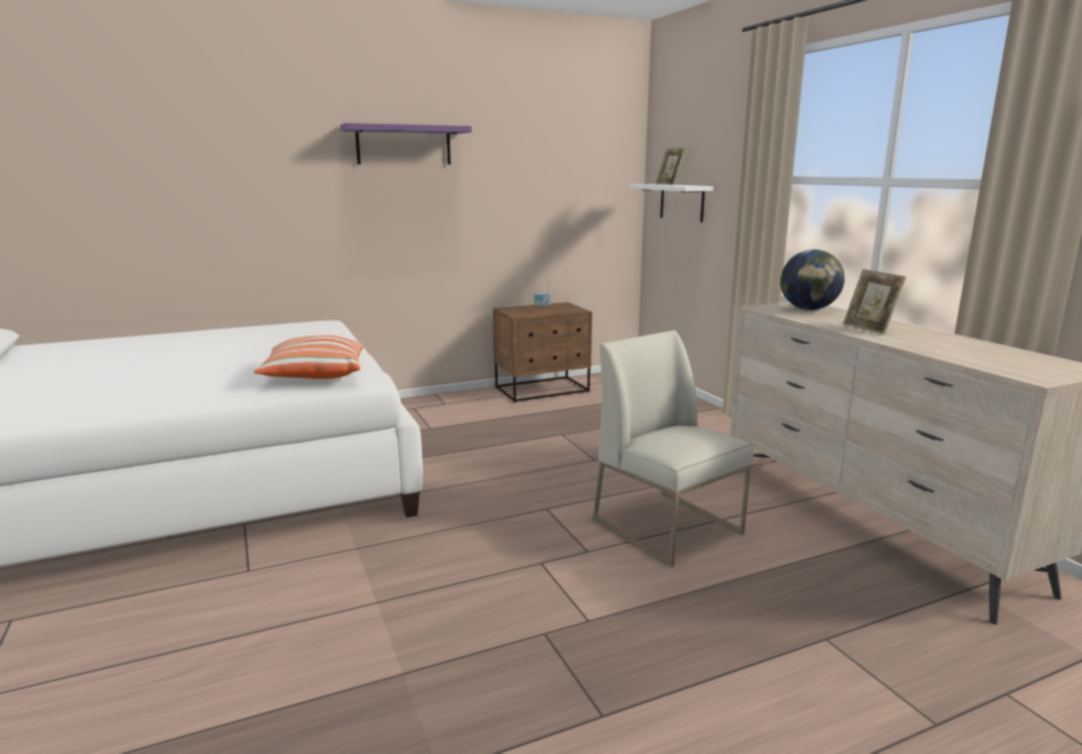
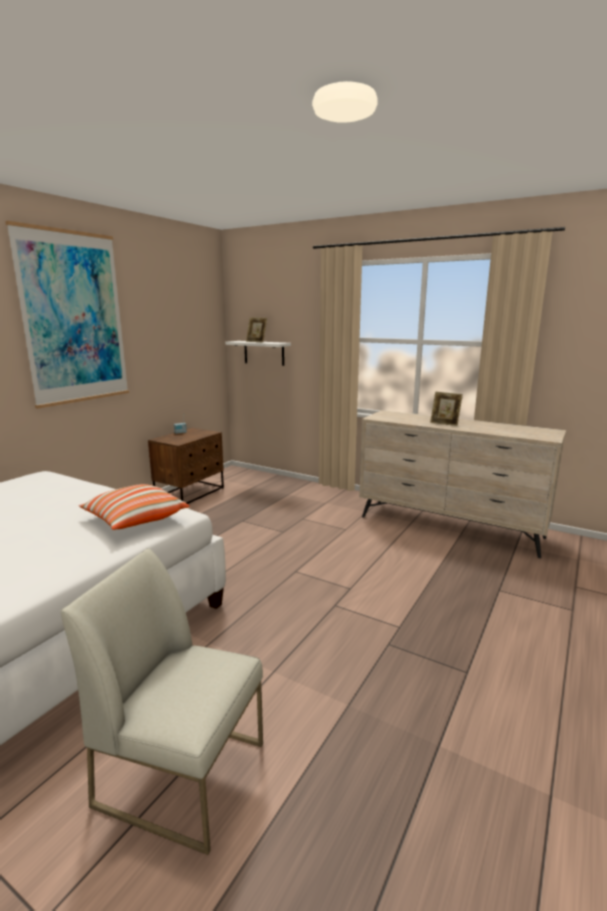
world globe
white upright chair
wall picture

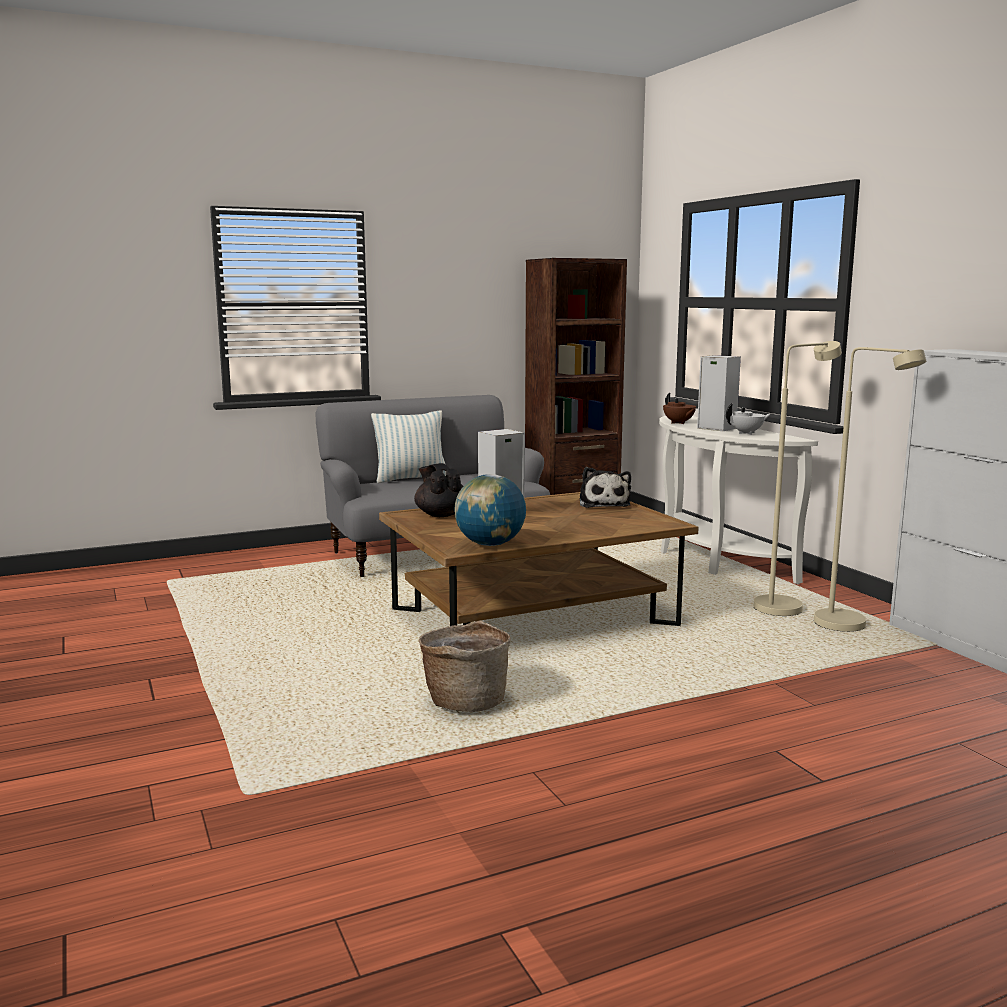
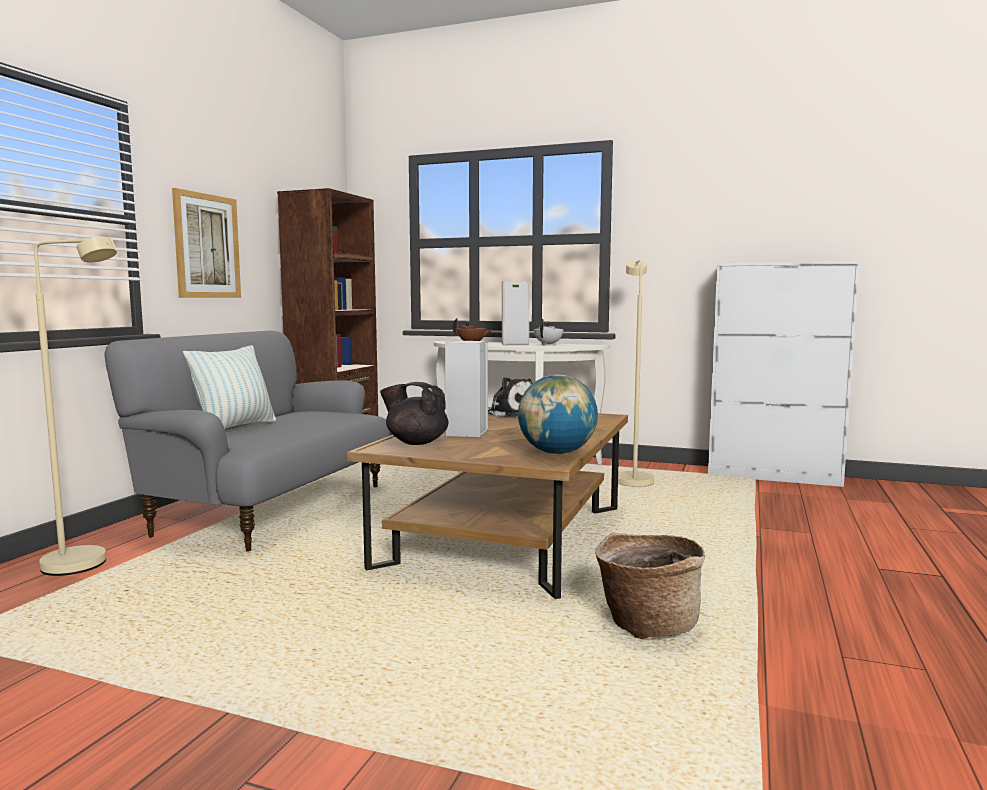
wall picture
beige-coloured standard lamp (1st from left)

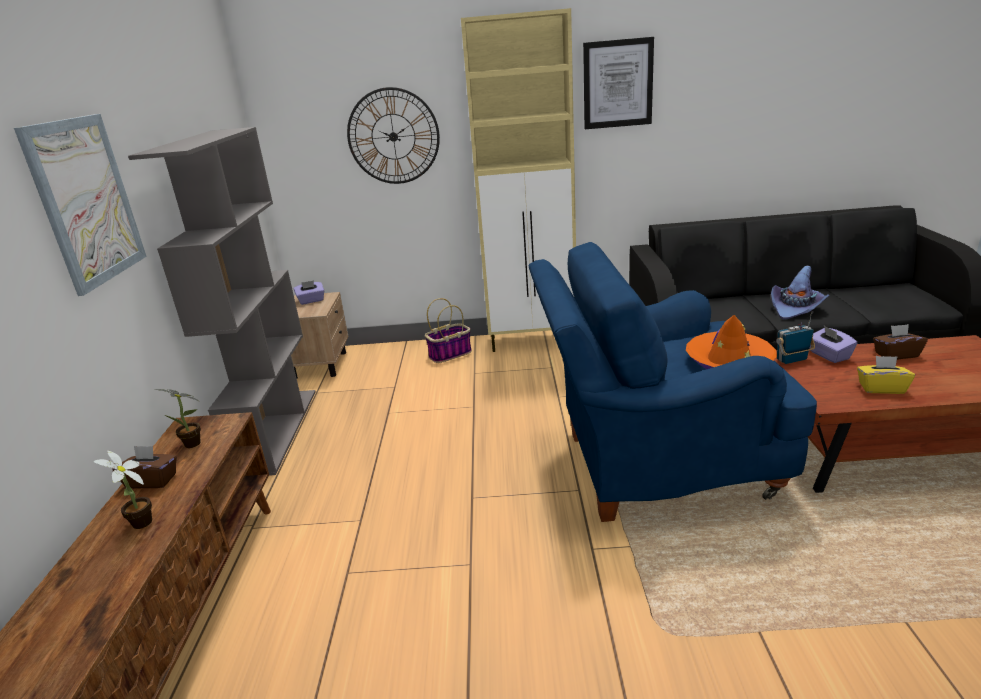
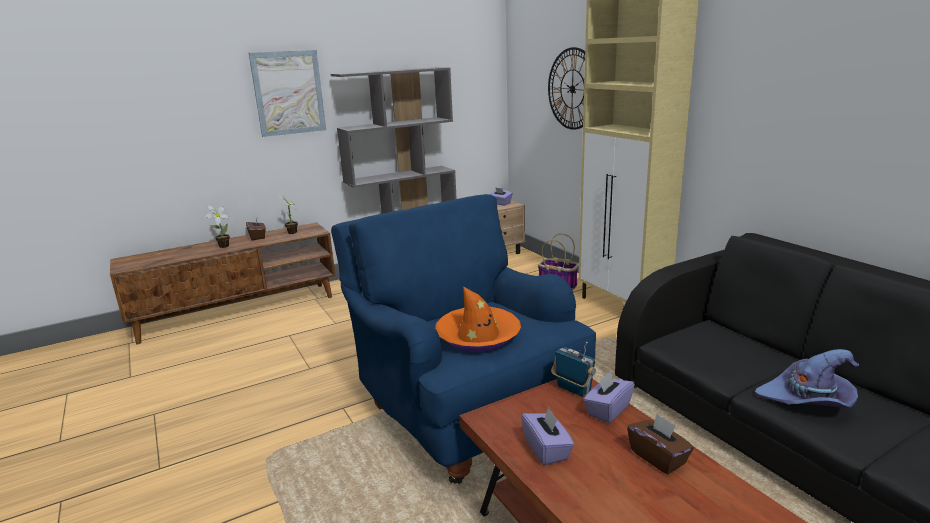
wall picture (2nd from left in the first image)
purplish box of tissues (2nd from left)

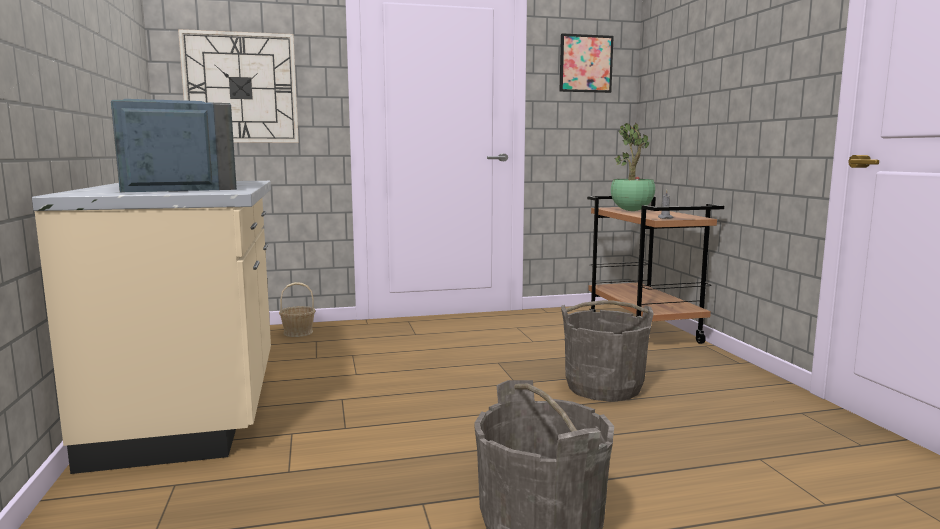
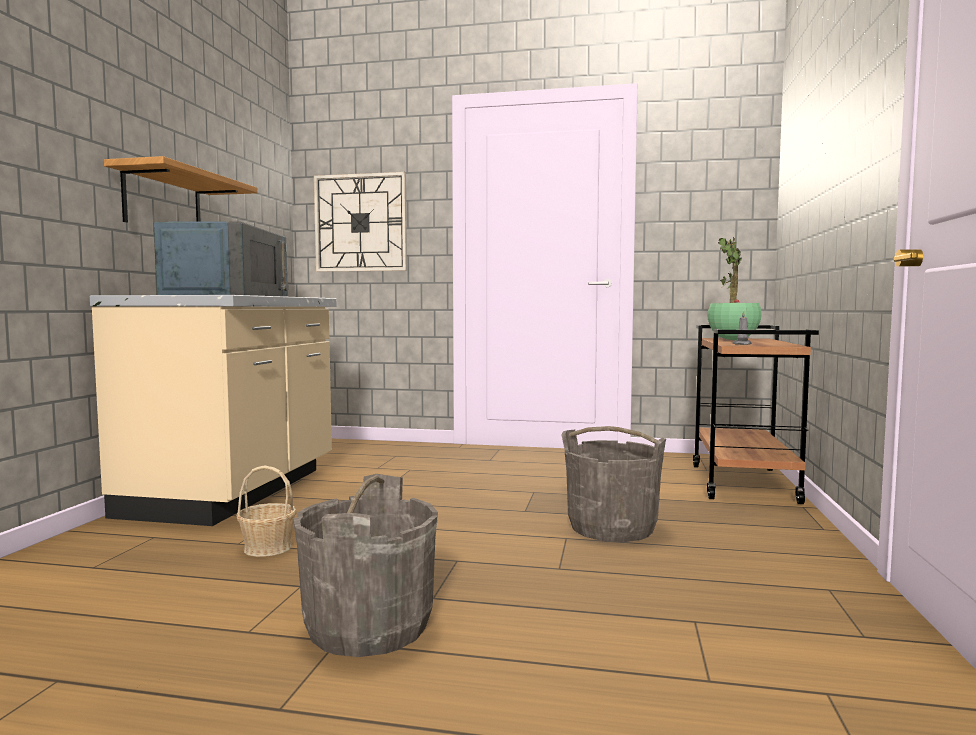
wall picture
wall shelf
basket

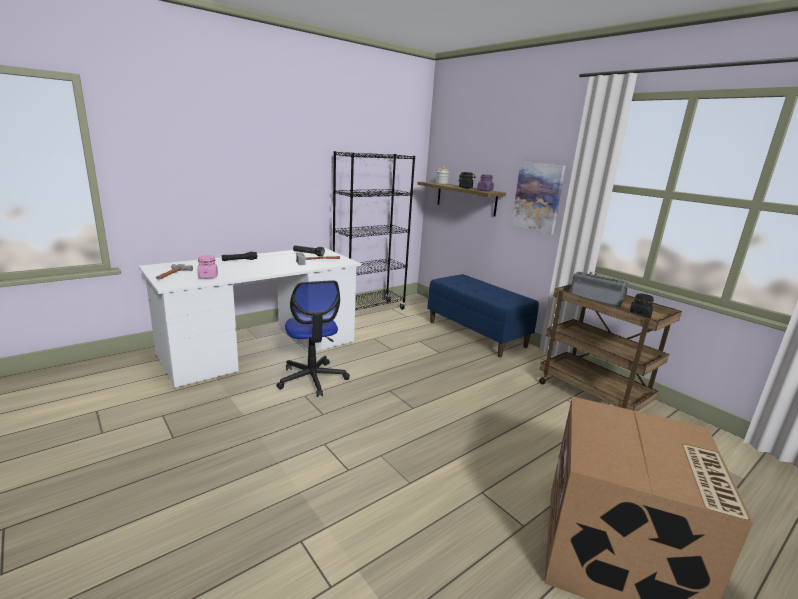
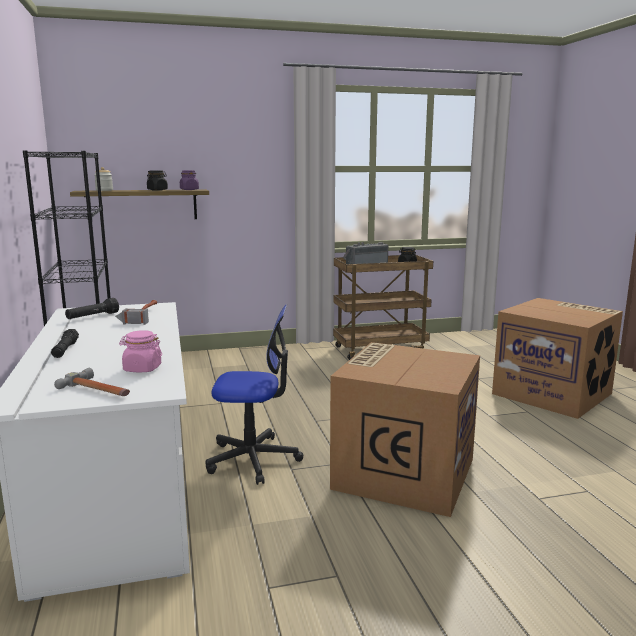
blue long seat
wall picture
packing box (1st from left)

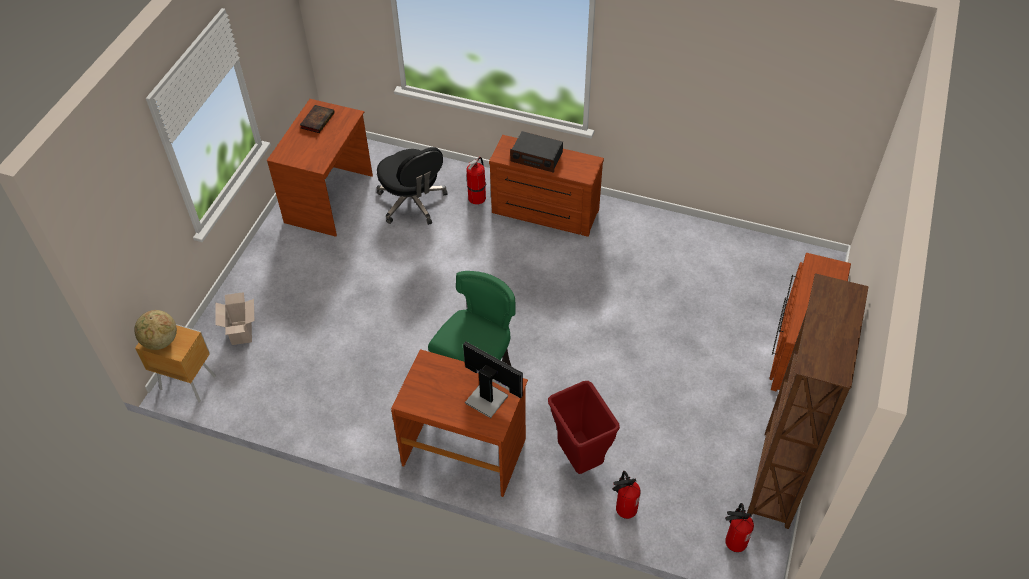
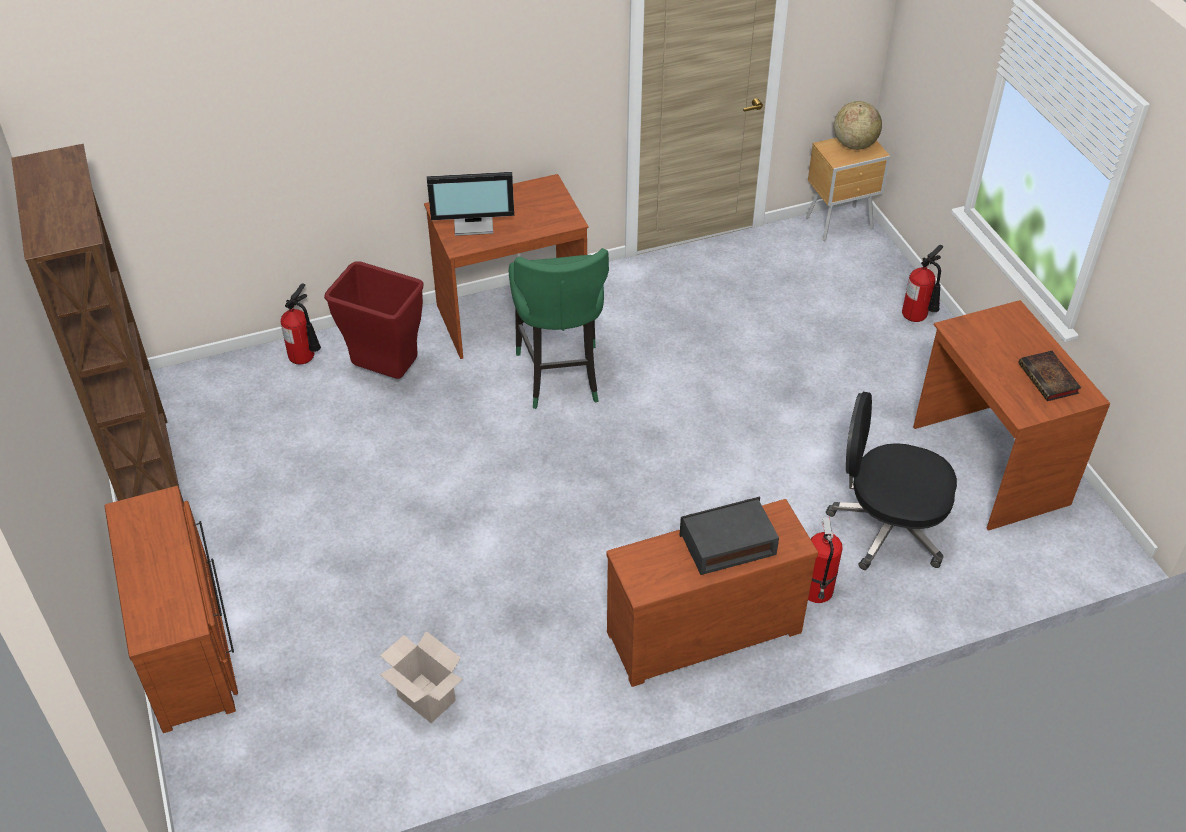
packing box
fire extinguisher (3rd from left)

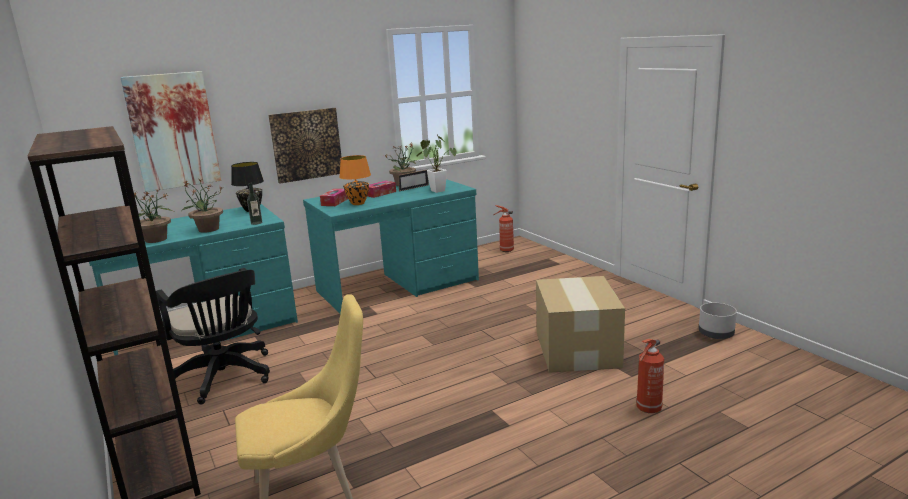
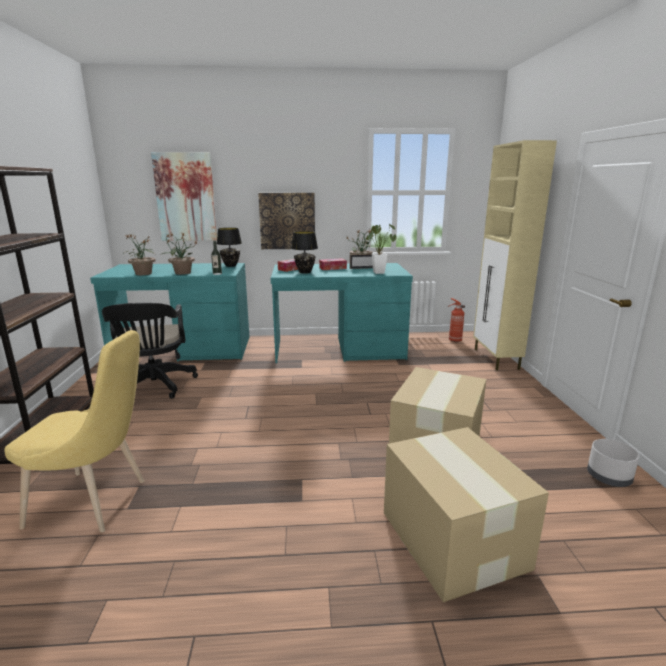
beige-coloured cupboard
packing box (2nd from left)
black lamp for a table (2nd from left)

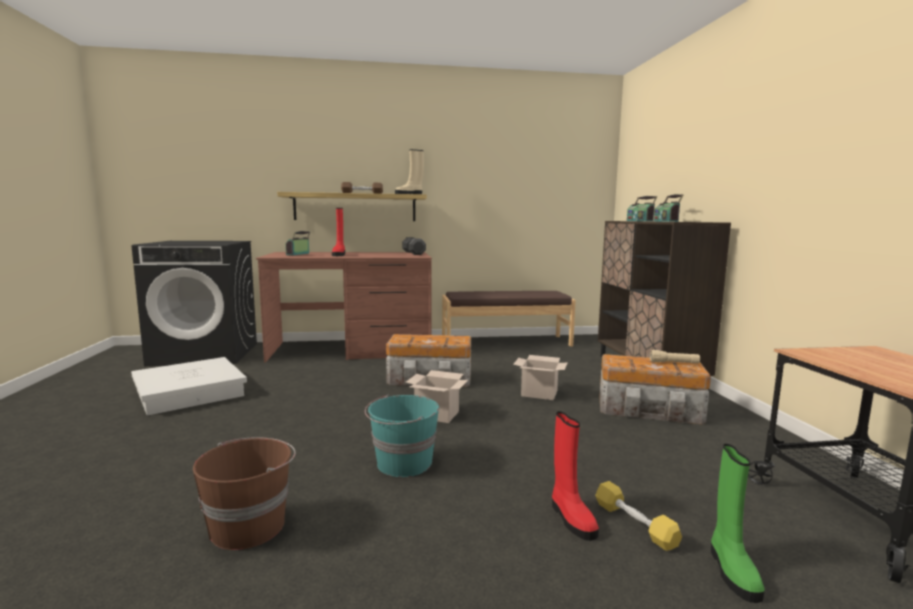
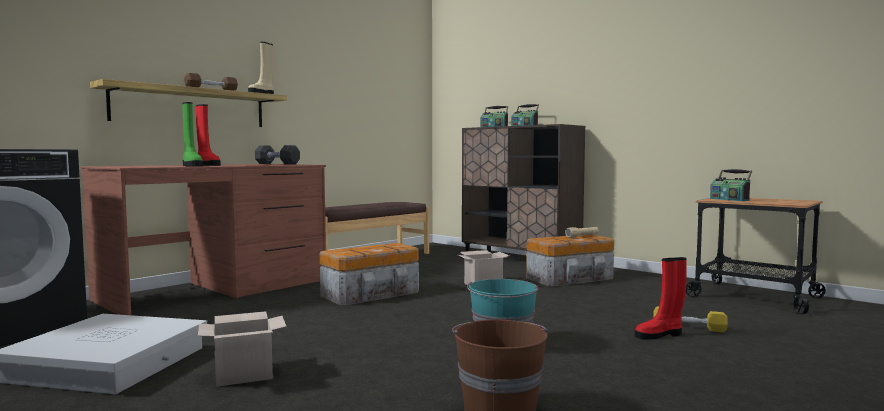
radio set (3rd from left)
packing box (1st from left)
green high-top boot
red-coloured high-top boot (2nd from left)

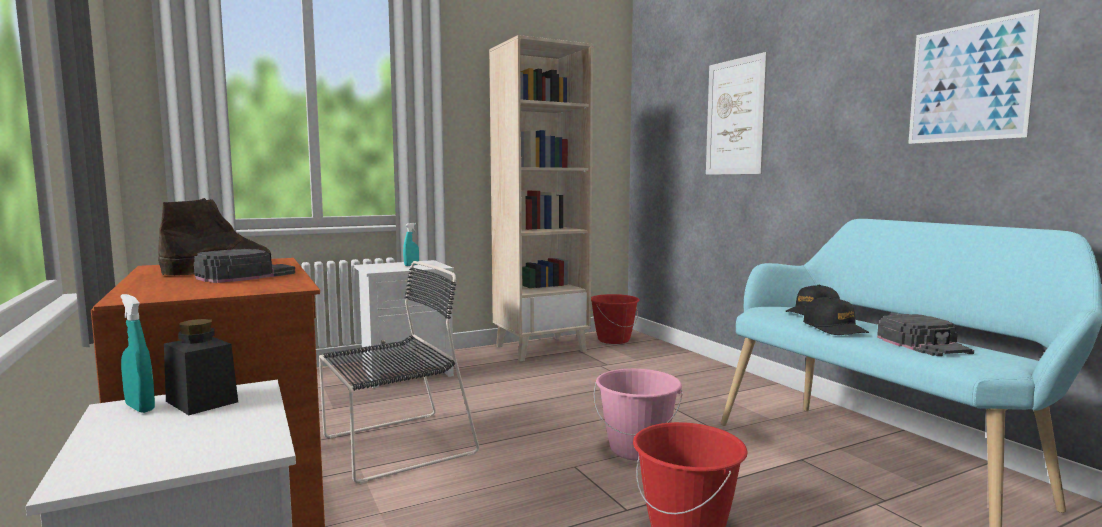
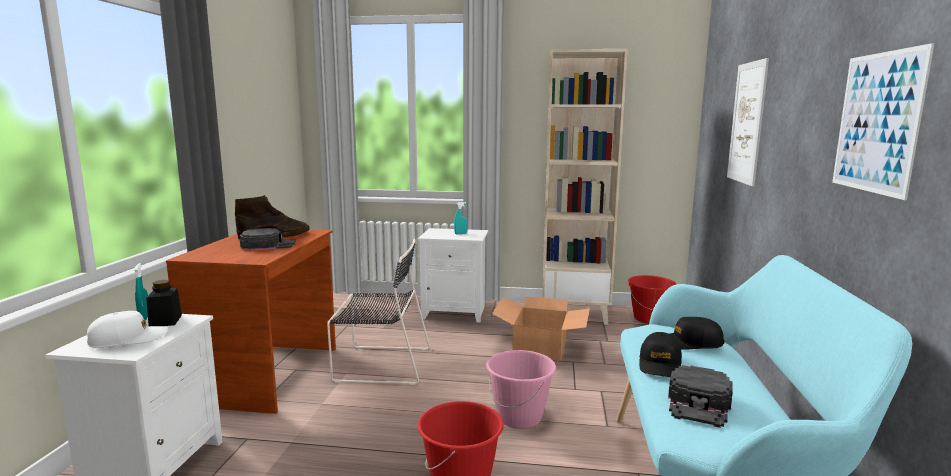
white cap
packing box

